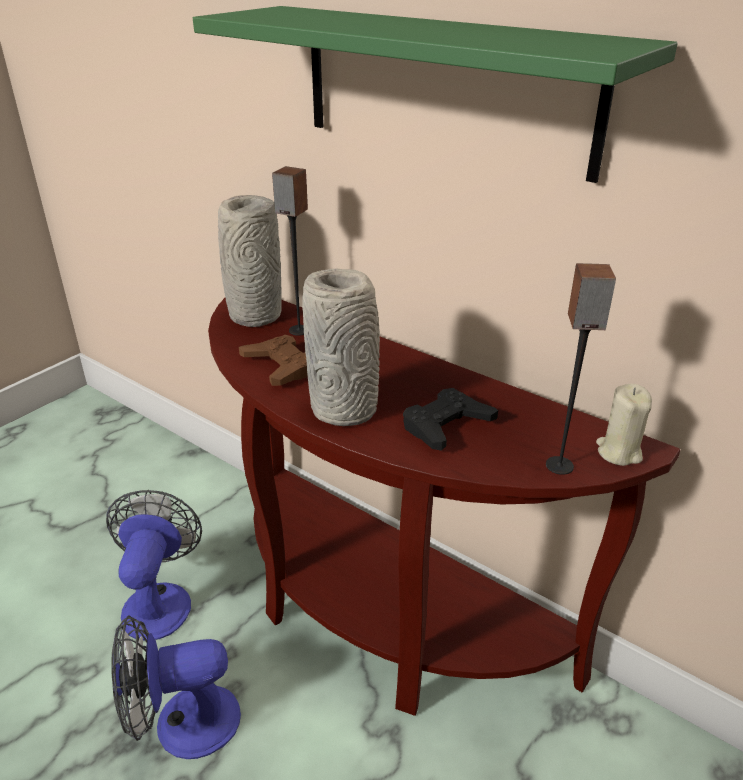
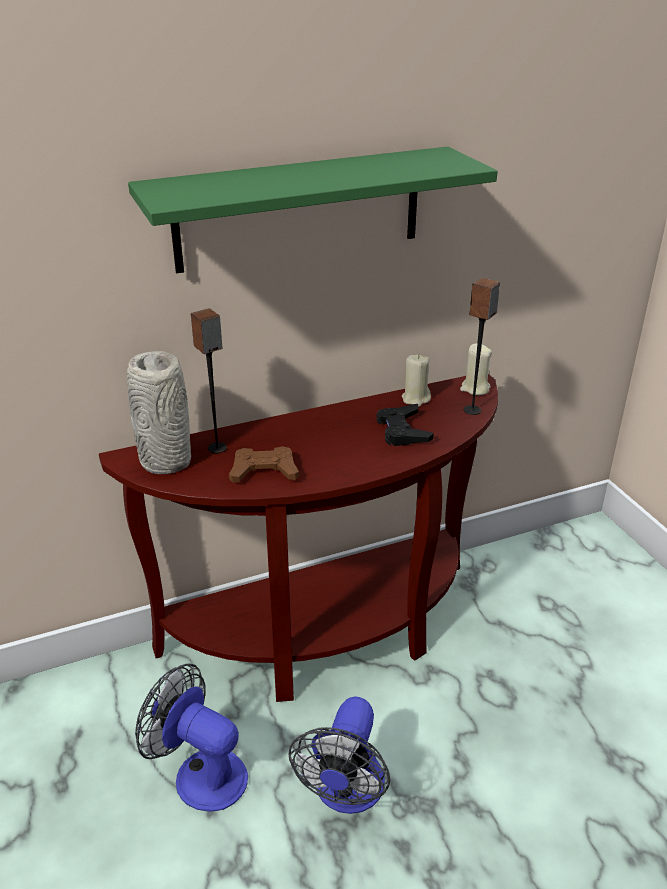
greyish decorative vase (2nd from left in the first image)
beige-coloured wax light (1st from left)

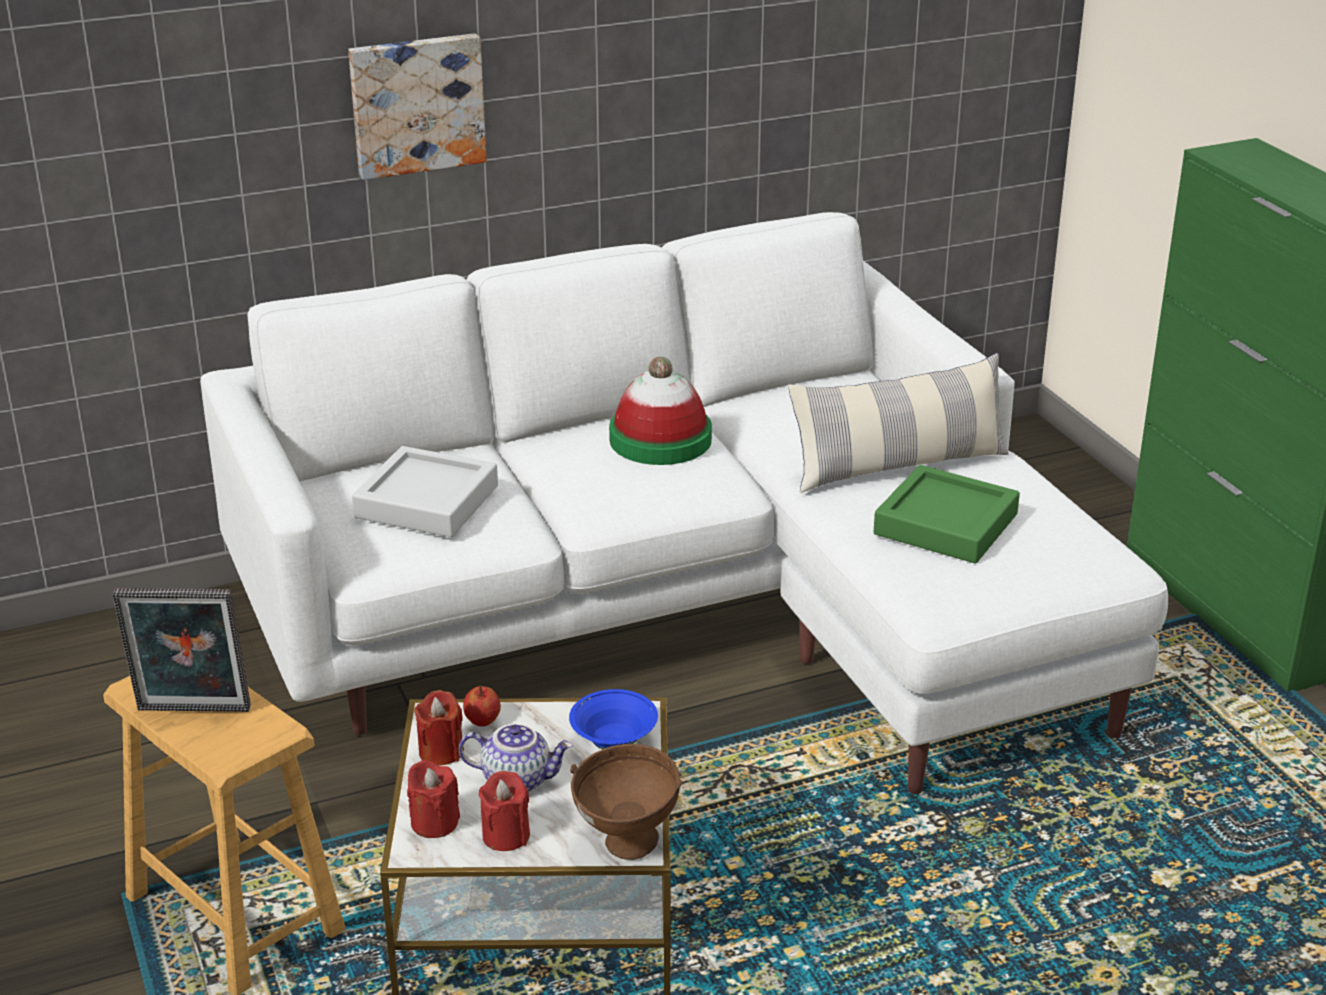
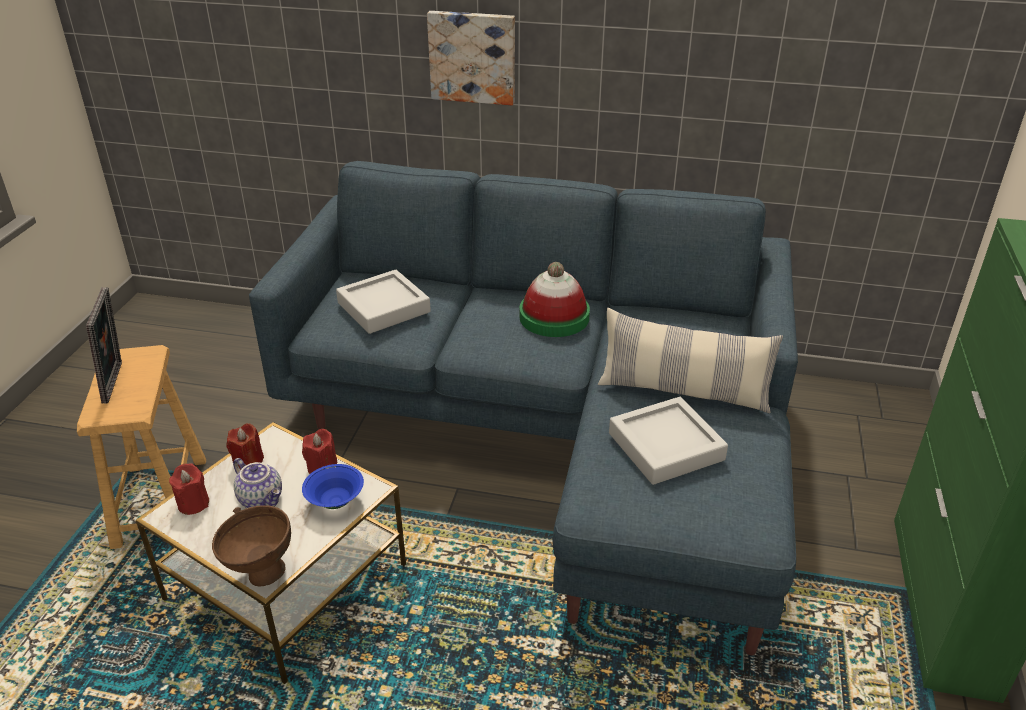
apple fruit
red-coloured wax light (3rd from left)
blue sofa
greyish carrying tray (2nd from left)
standing frame

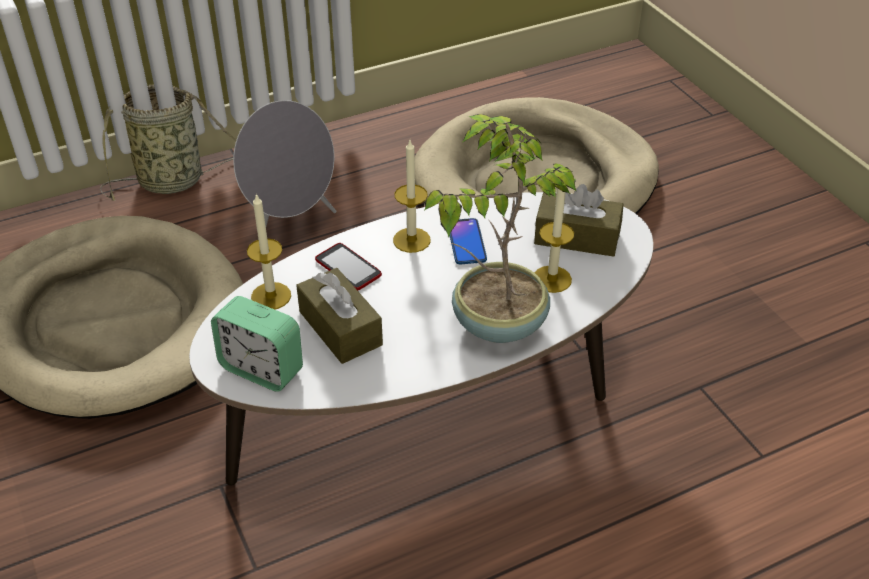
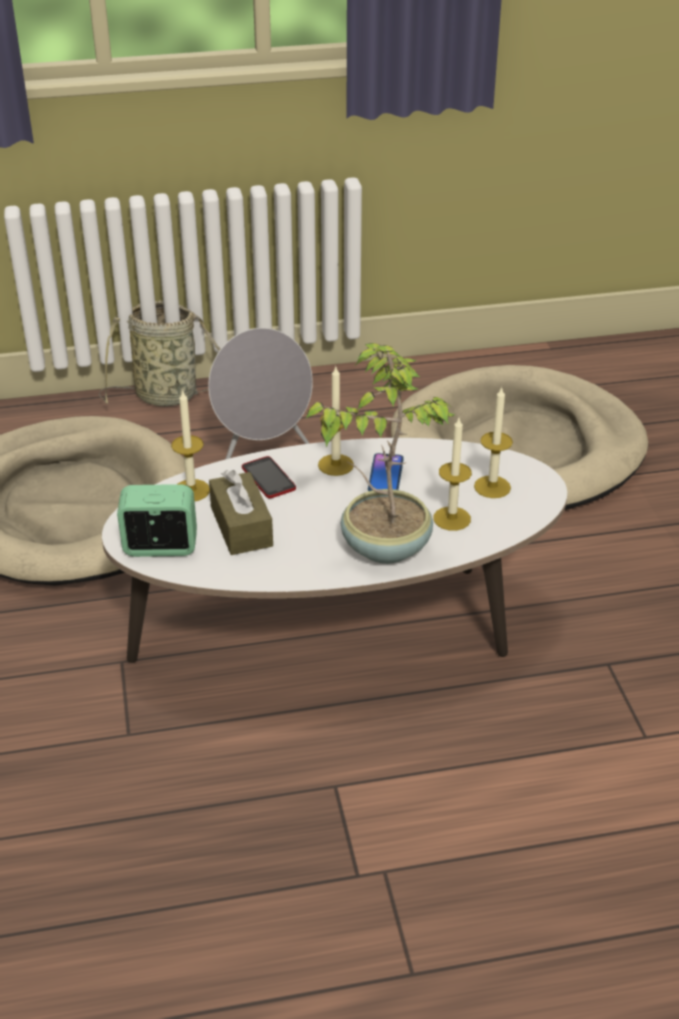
wax light (4th from left)
bedside clock

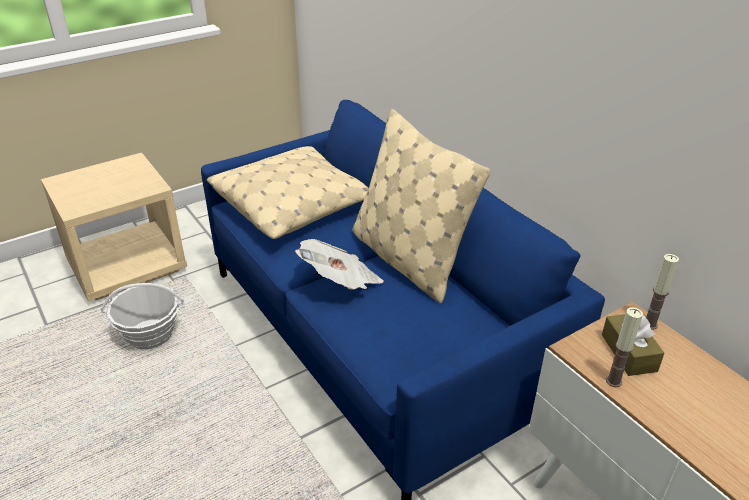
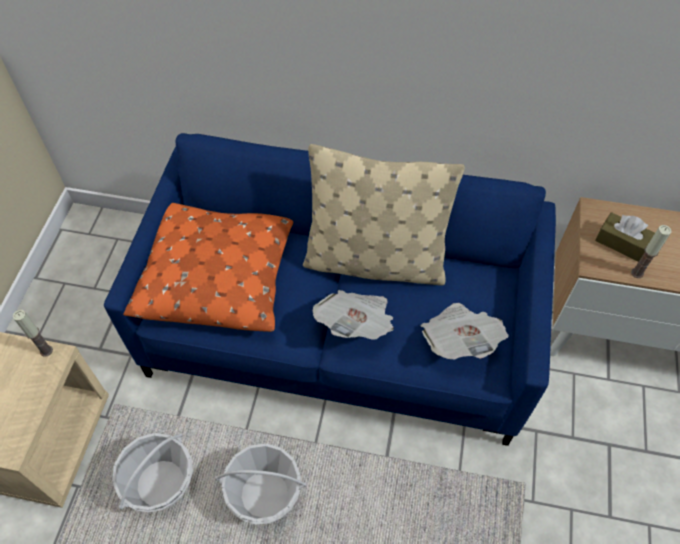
basket (2nd from left)
newspaper (2nd from left)
wax light (1st from left)
orange-coloured pillow

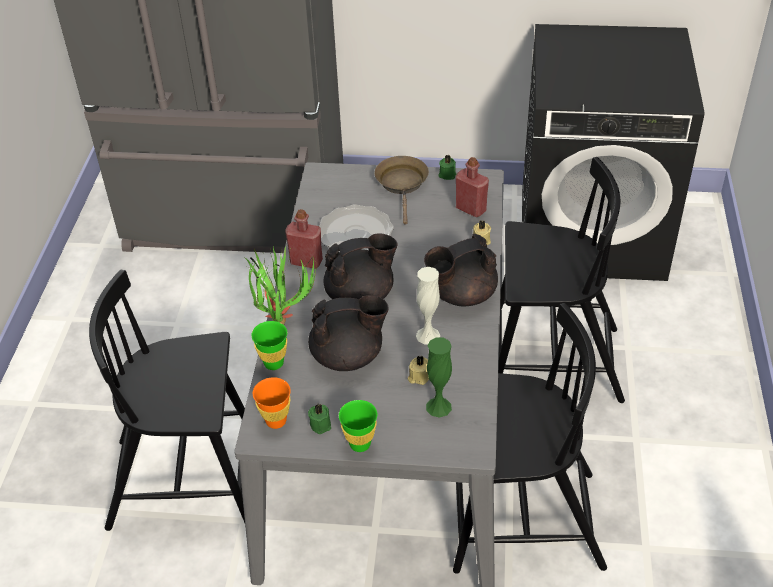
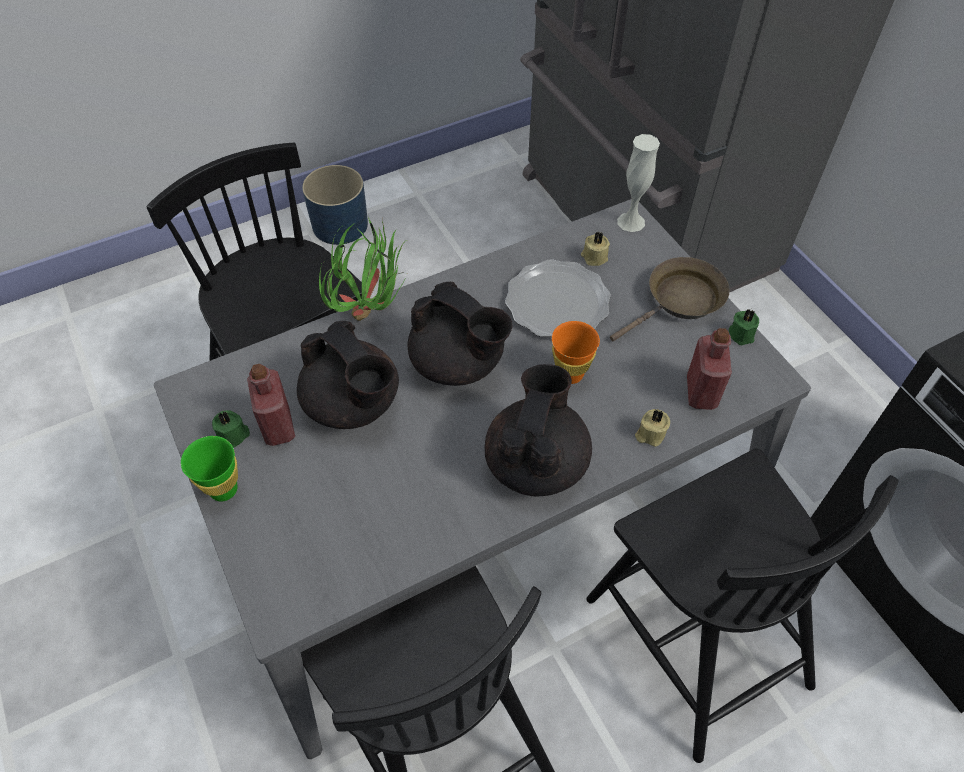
green cup (1st from left in the first image)
green decorative vase
blue flower pot
orange-coloured cup
red-coloured bottle (1st from left)
beige-coloured wax light (1st from left)
white decorative vase
black teapot (3rd from left)

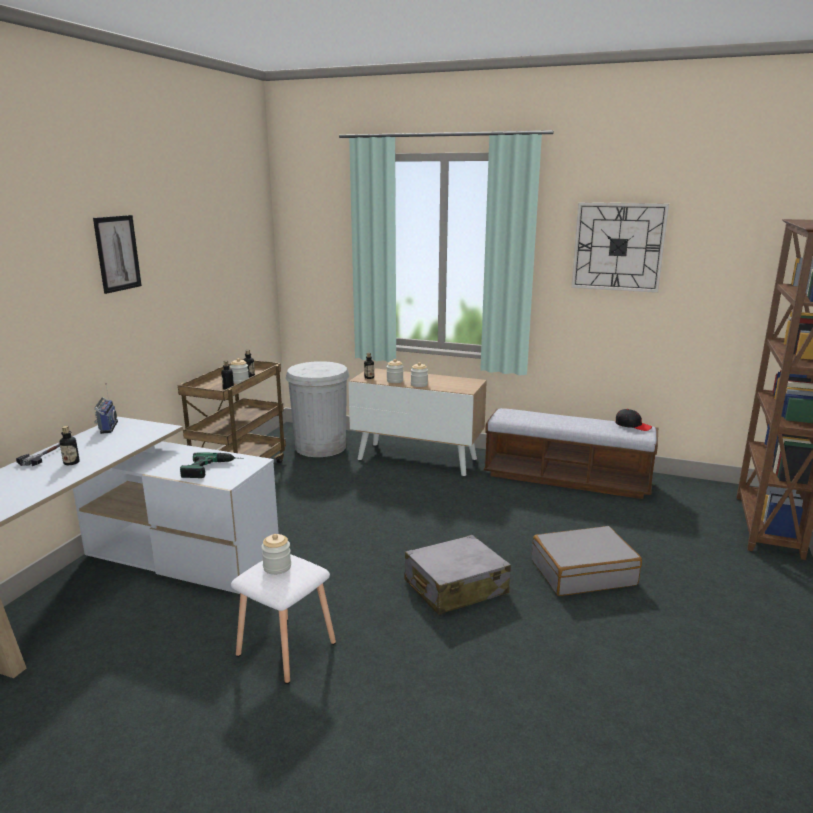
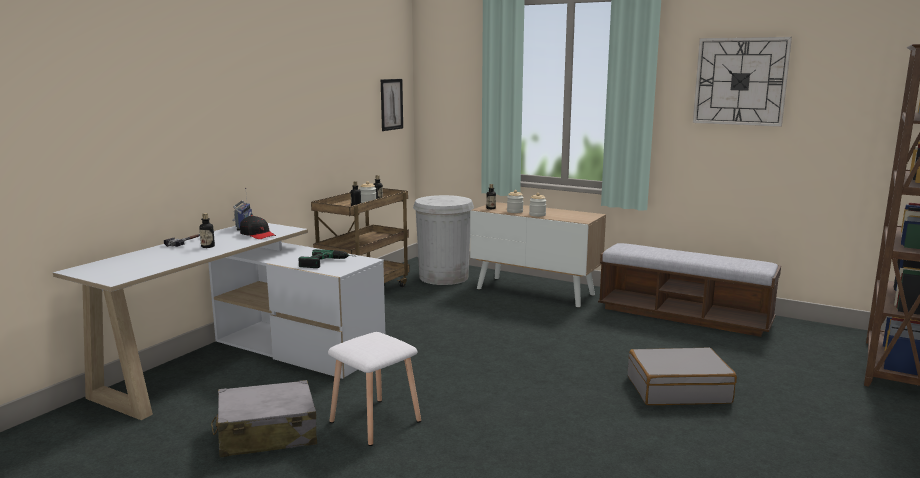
storage jar (2nd from left in the first image)
wall picture
greyish suitcase (1st from left)
black cap

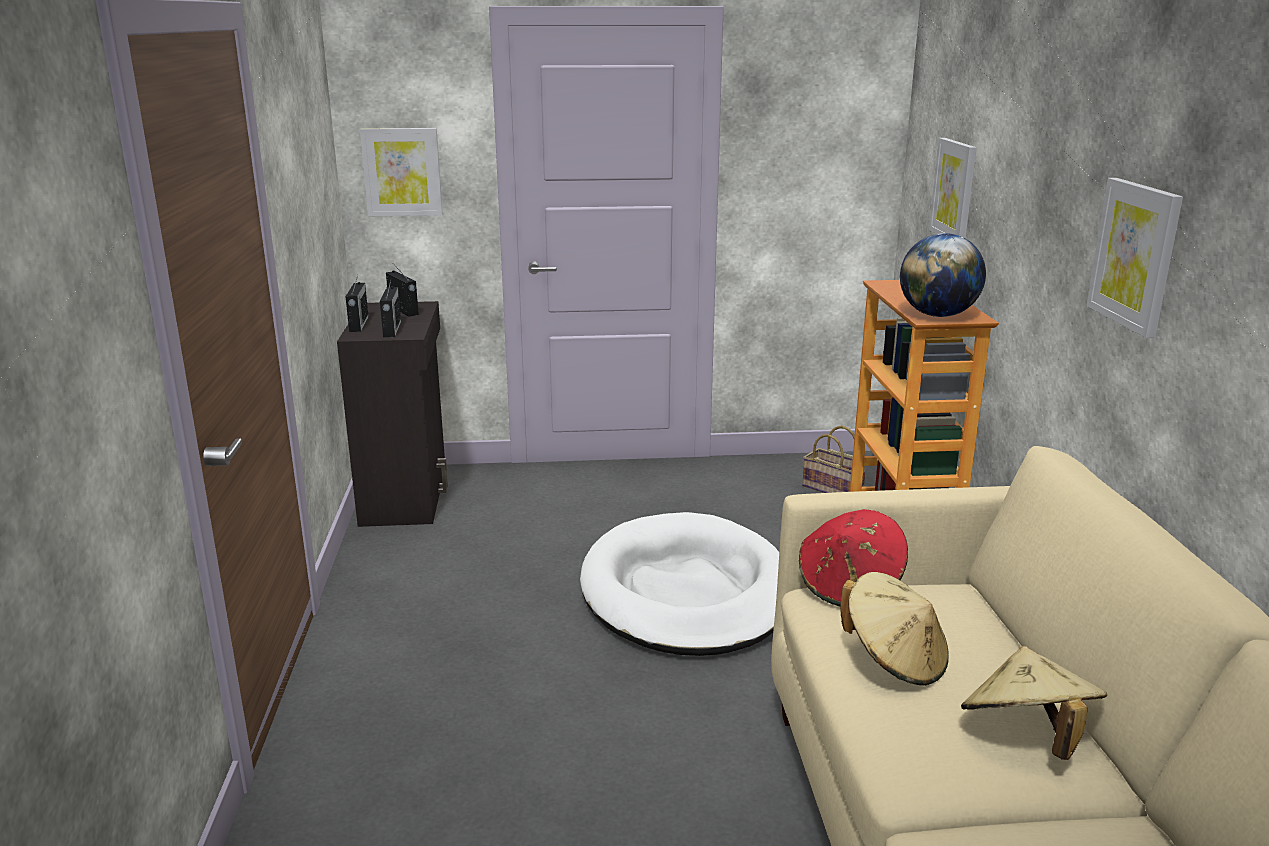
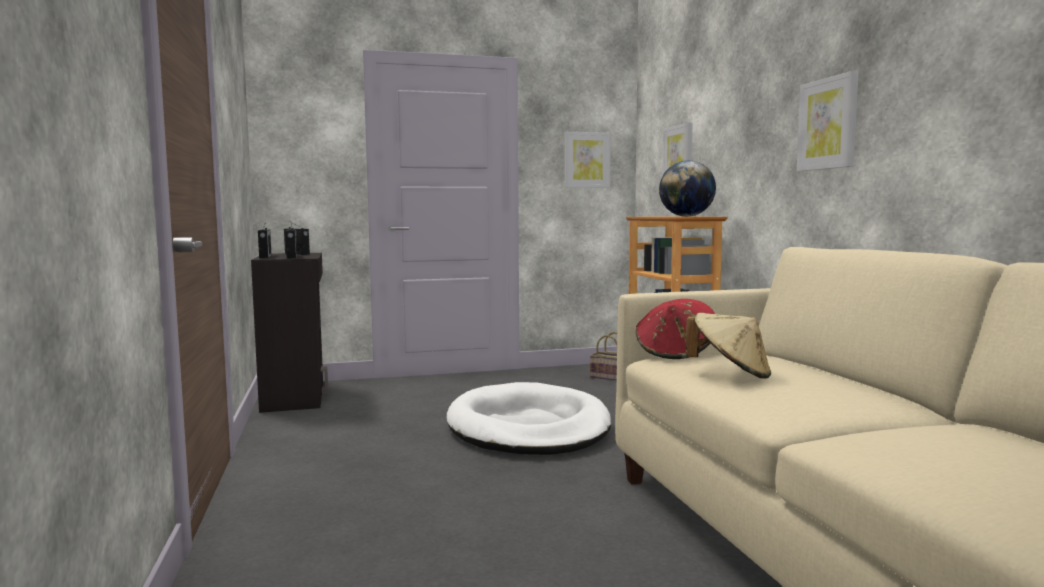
beige-coloured wearable hat (2nd from left in the first image)
wall picture (1st from left)

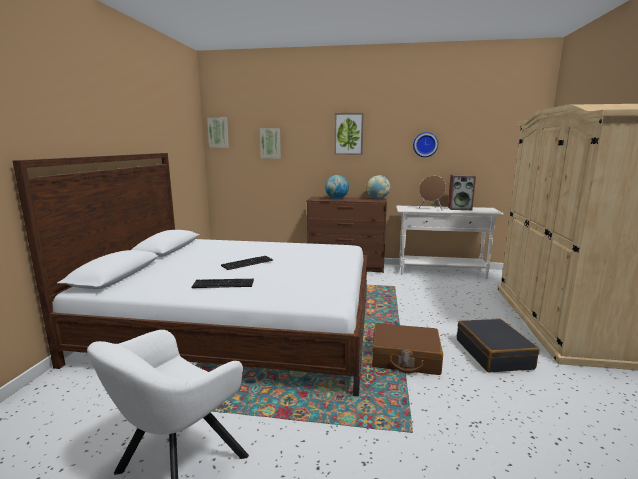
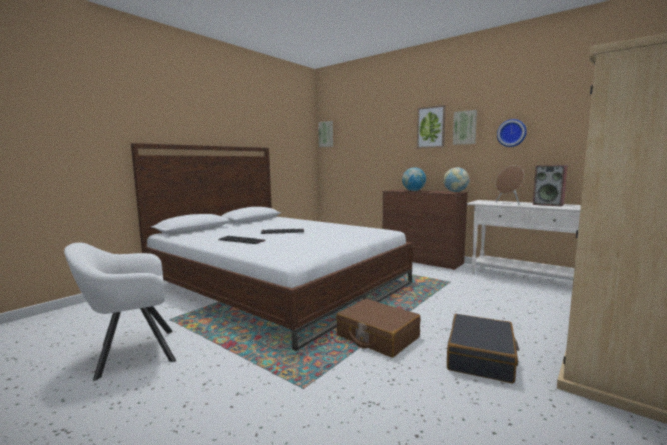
wall picture (3rd from left)

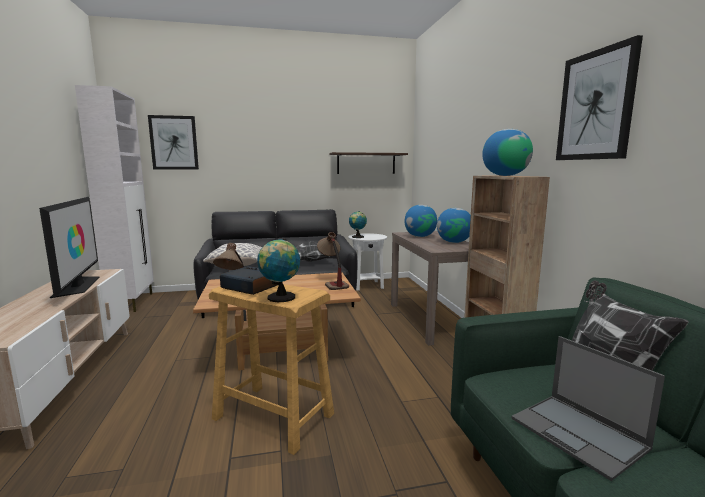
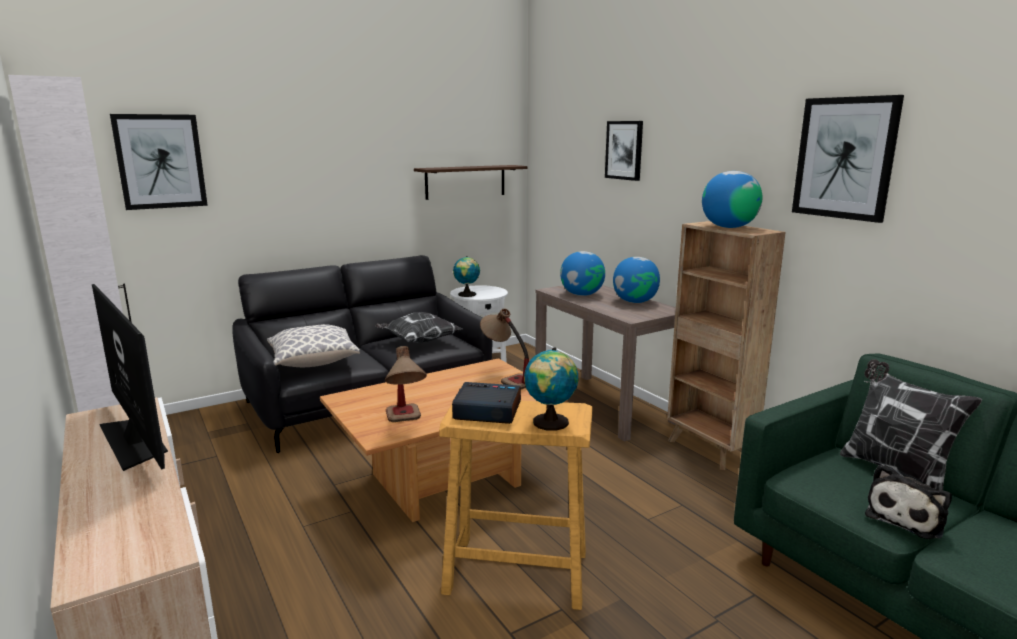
wall picture (2nd from left)
soft toy

